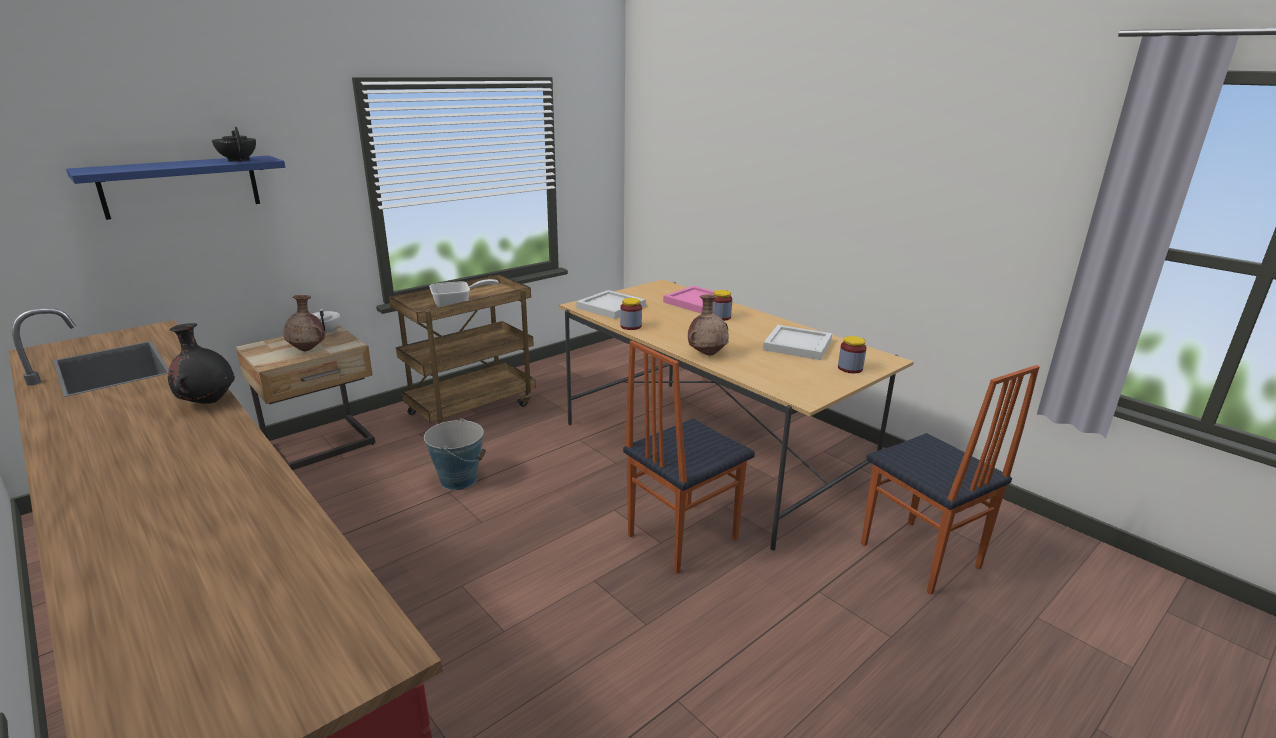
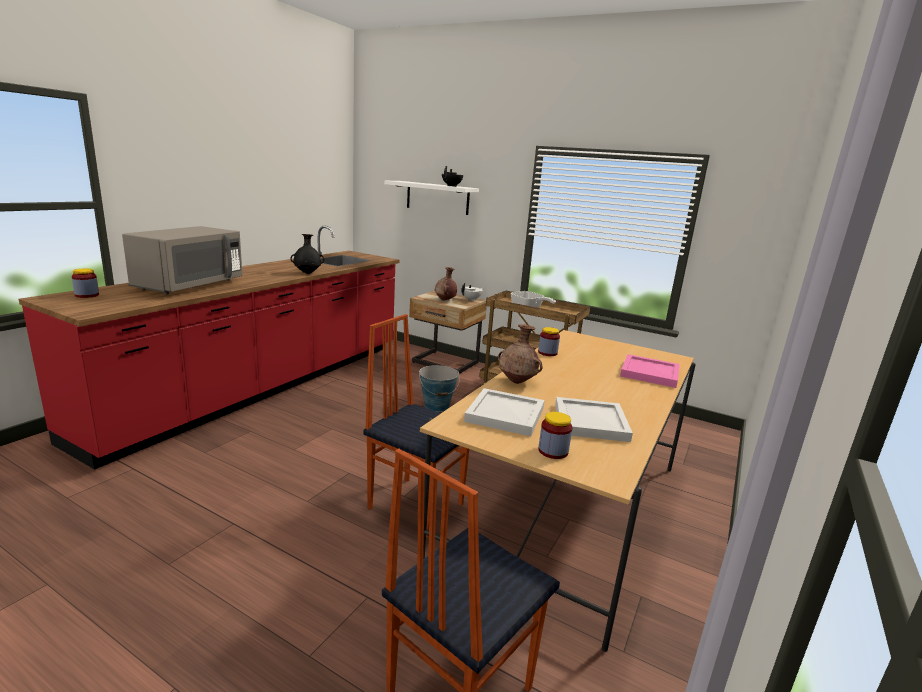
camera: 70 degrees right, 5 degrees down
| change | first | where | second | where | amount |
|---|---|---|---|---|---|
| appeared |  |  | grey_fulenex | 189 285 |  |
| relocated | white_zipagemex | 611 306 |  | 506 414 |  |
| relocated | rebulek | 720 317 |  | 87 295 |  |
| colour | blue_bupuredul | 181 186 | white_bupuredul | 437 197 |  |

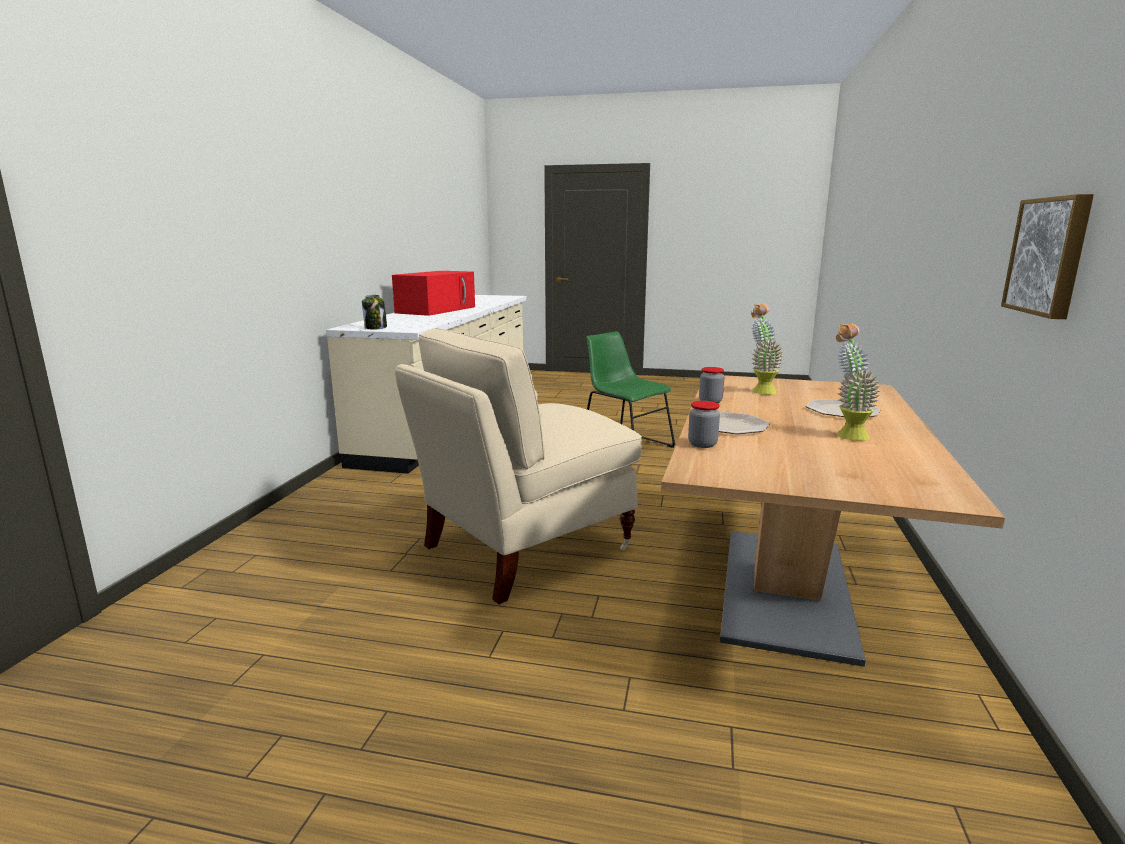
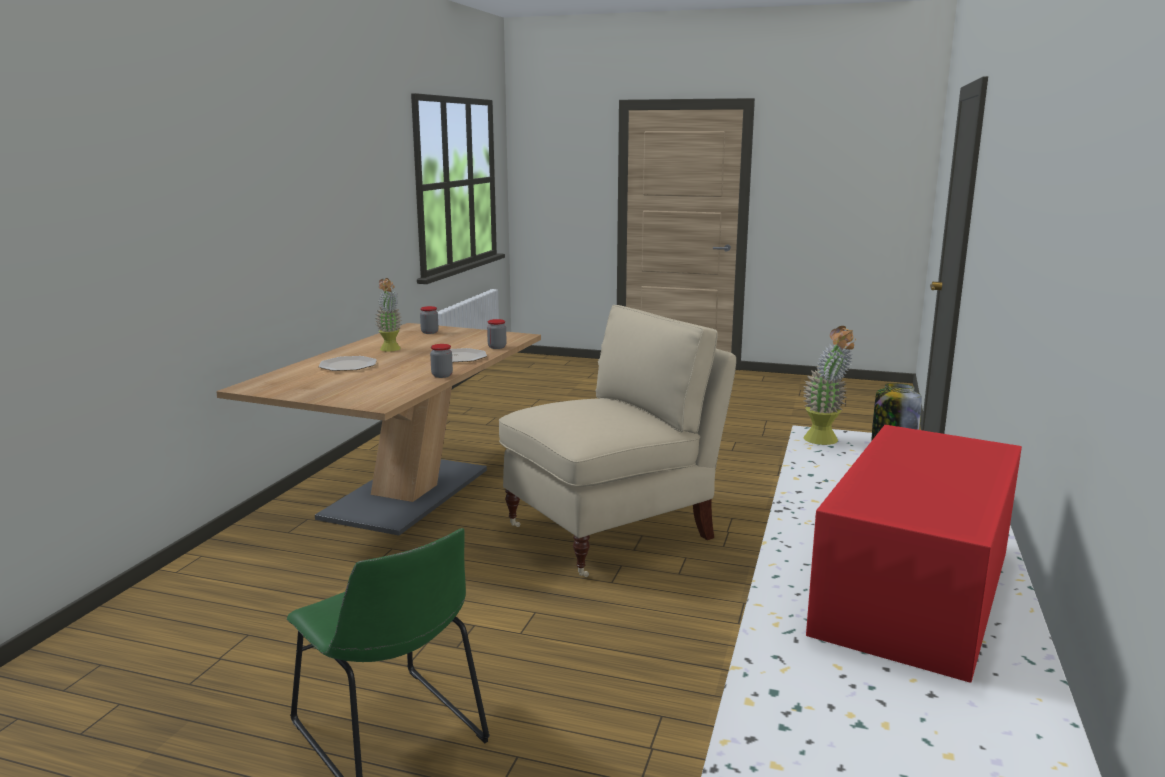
camera: 175 degrees left, 0 degrees up
| change | first | where | second | where | amount |
|---|---|---|---|---|---|
| missing | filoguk | 1050 256 |  |  |  |
| appeared |  |  | rebulek | 429 332 |  |
| relocated | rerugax | 760 390 |  | 825 442 |  |

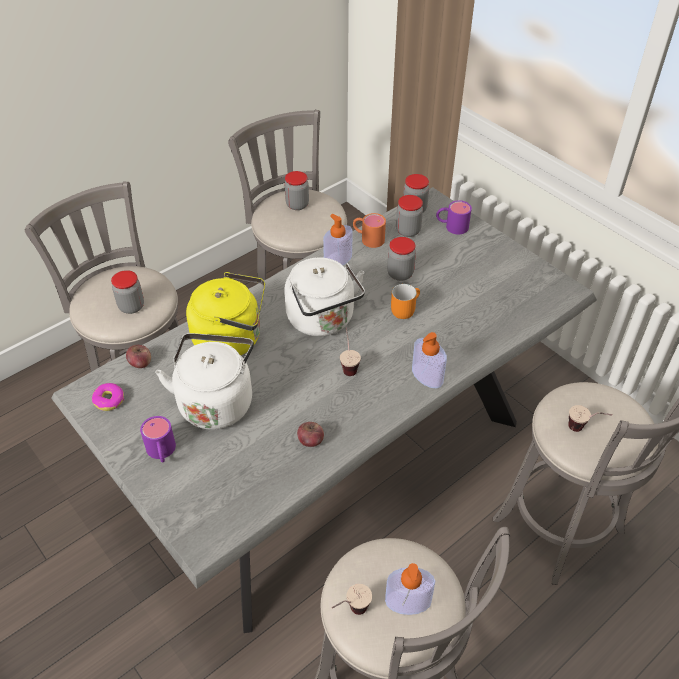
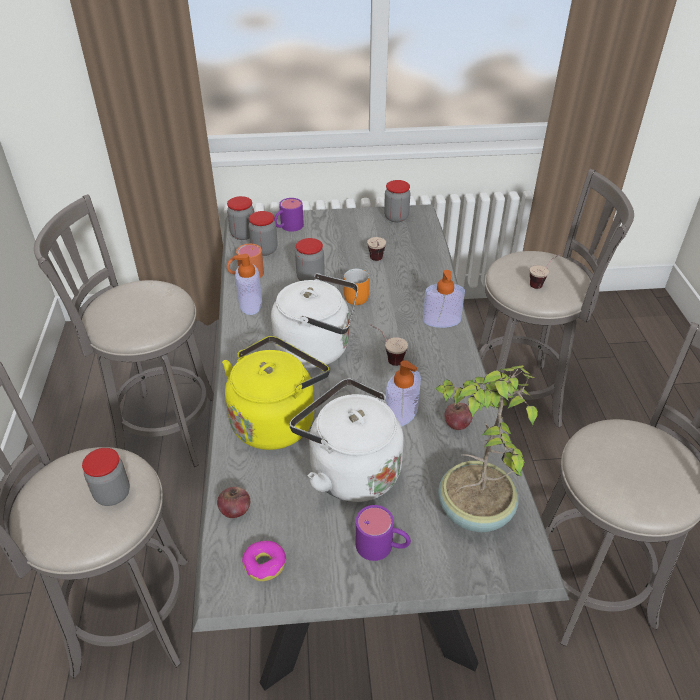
camera: 55 degrees left, 5 degrees down
| change | first | where | second | where | amount |
|---|---|---|---|---|---|
| appeared |  |  | rerugax | 473 511 |  |
| relocated | rebulek | 297 205 |  | 396 217 |  |
| relocated | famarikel | 350 613 |  | 376 262 |  |
| relocated | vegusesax | 408 601 |  | 401 413 |  |

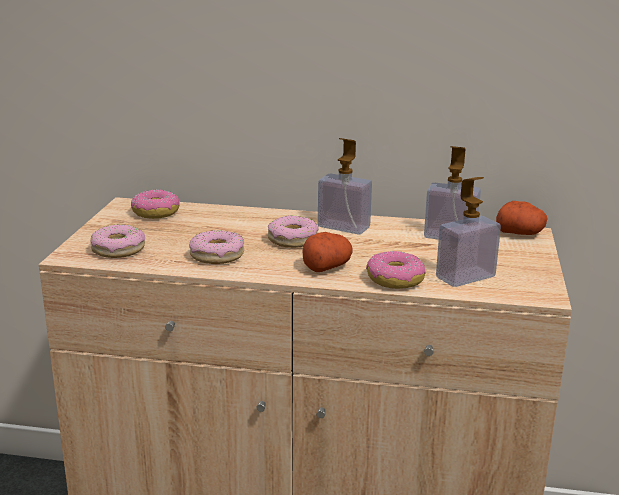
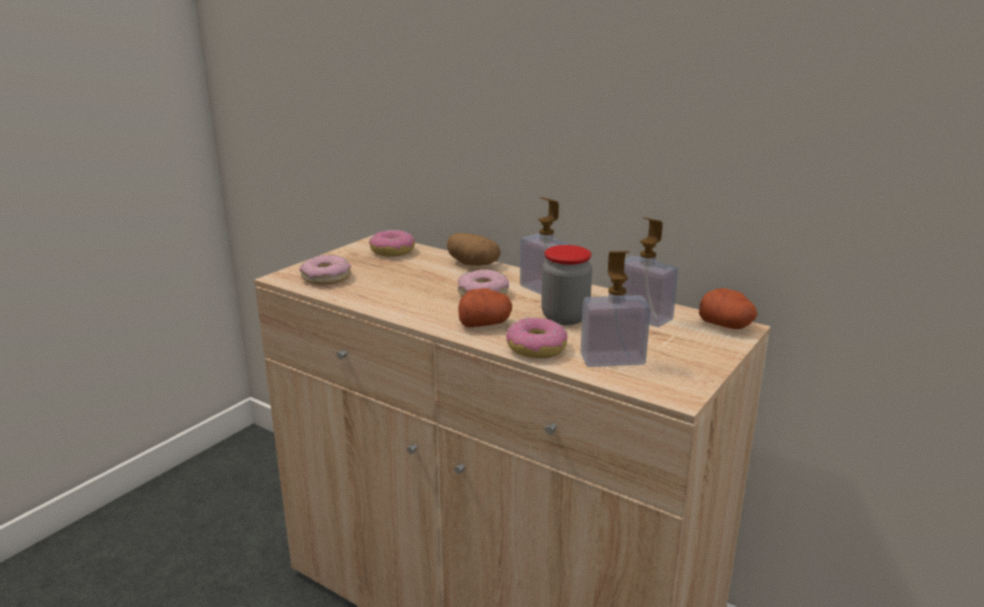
camera: 25 degrees right, 0 degrees up
| change | first | where | second | where | amount |
|---|---|---|---|---|---|
| missing | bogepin | 217 255 |  |  |  |
| appeared |  |  | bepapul | 472 264 |  |
| appeared |  |  | rebulek | 565 317 |  |

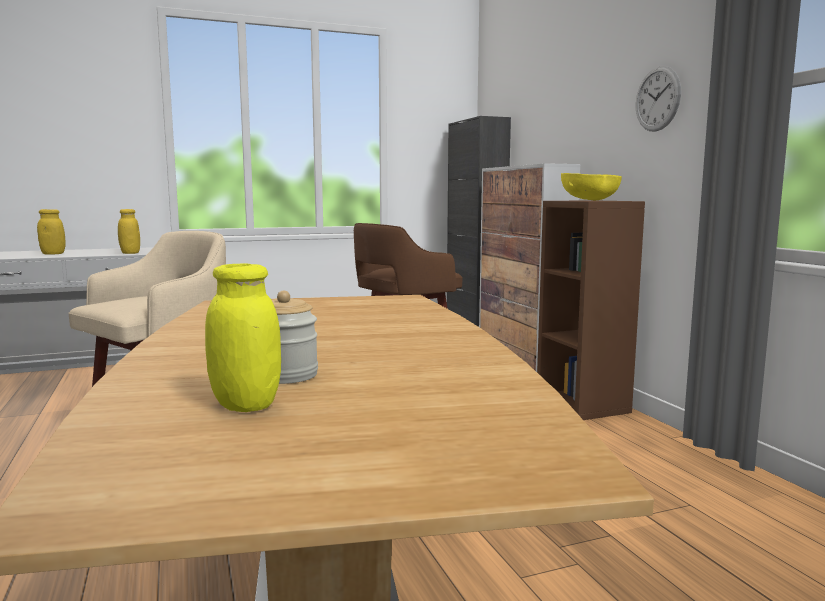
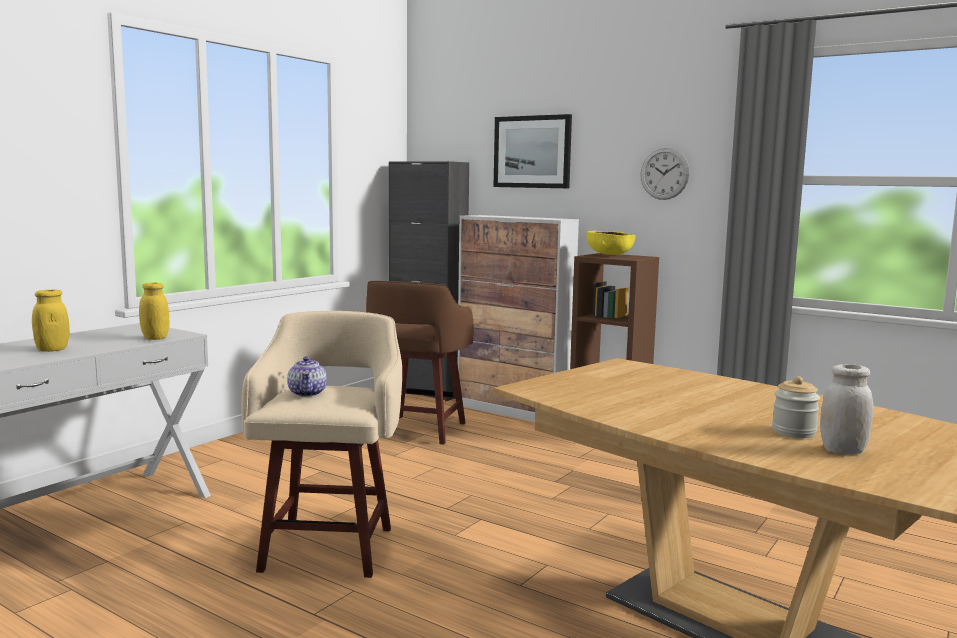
camera: 35 degrees left, 0 degrees up
| change | first | where | second | where | amount |
|---|---|---|---|---|---|
| appeared |  |  | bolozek | 308 393 |  |
| appeared |  |  | filoguk | 532 152 |  |
| colour | yellow_rebulek | 245 405 | white_rebulek | 843 451 |  |

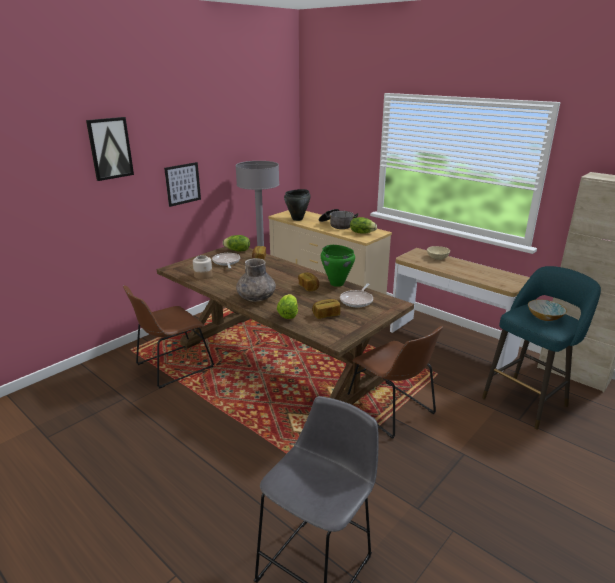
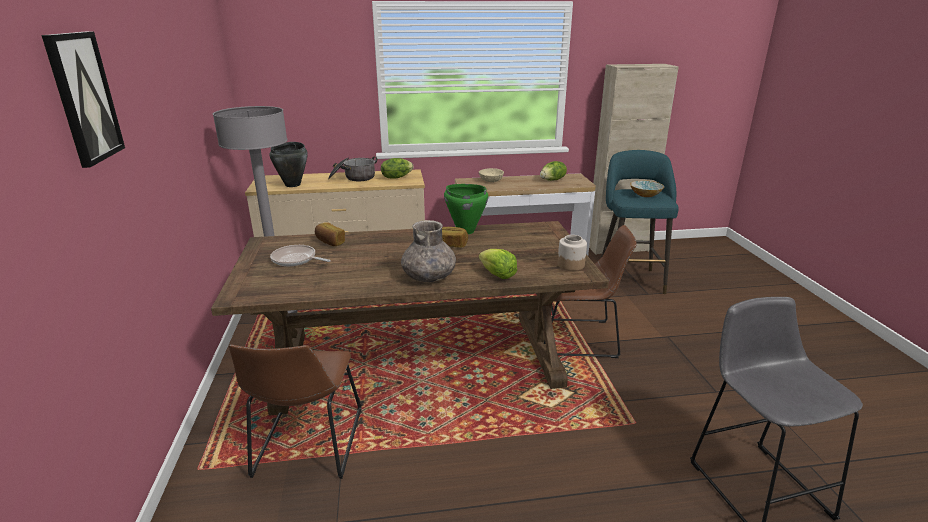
camera: 50 degrees left, 0 degrees up
| change | first | where | second | where | amount |
|---|---|---|---|---|---|
| missing | filoguk | 182 184 |  |  |  |
| missing | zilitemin | 326 315 |  |  |  |
| missing | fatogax | 357 300 |  |  |  |
| relocated | rebulek | 203 275 |  | 571 265 |  |
| relocated | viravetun | 237 250 |  | 553 180 |  |

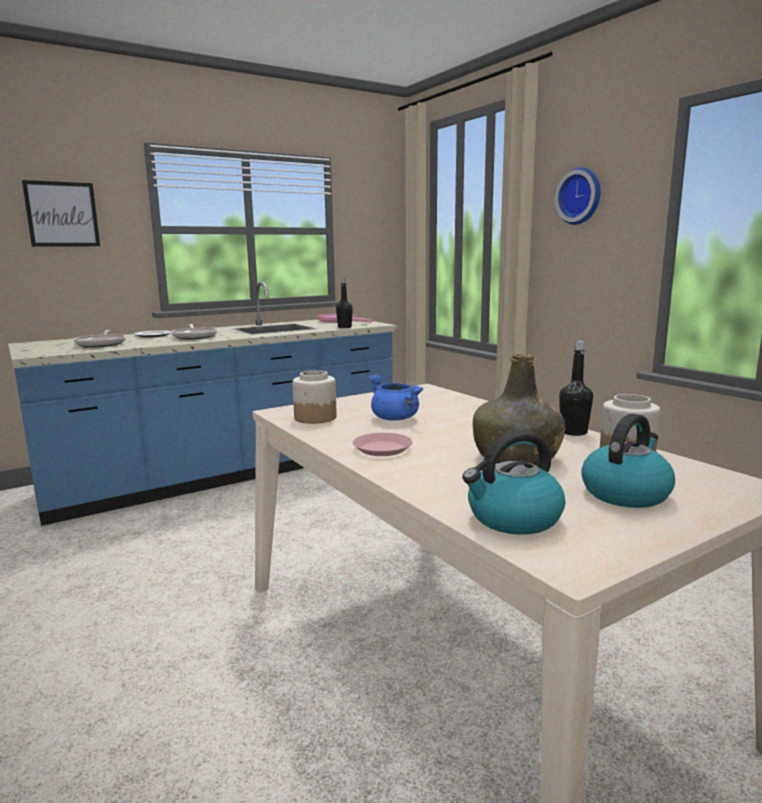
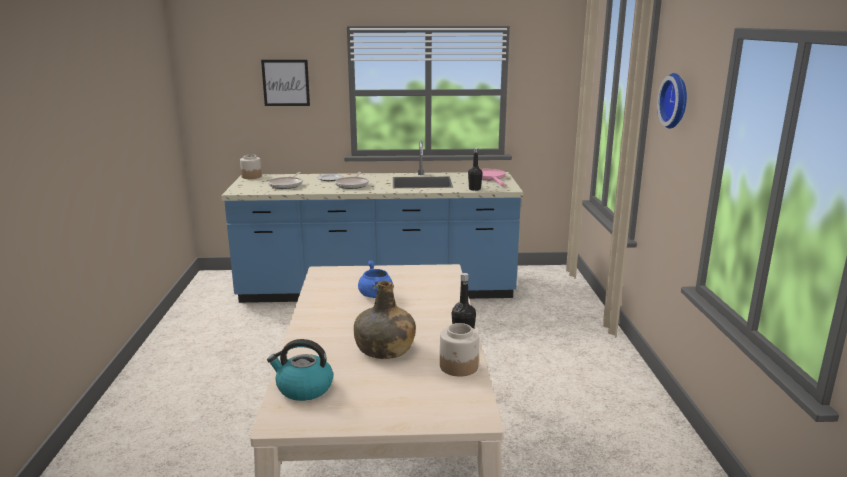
camera: 30 degrees right, 5 degrees up
| change | first | where | second | where | amount |
|---|---|---|---|---|---|
| missing | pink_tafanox | 382 449 |  |  |  |
| missing | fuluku | 625 493 |  |  |  |
| relocated | rebulek | 315 418 |  | 251 176 |  |

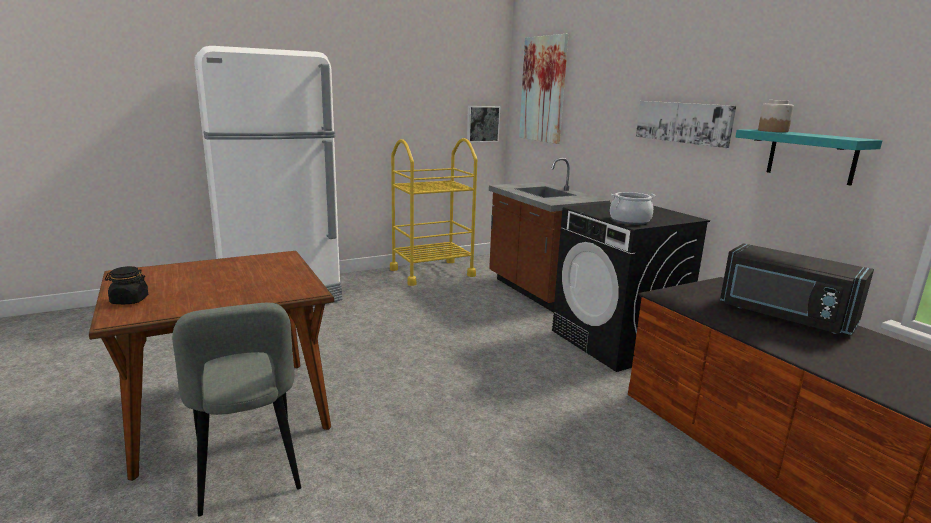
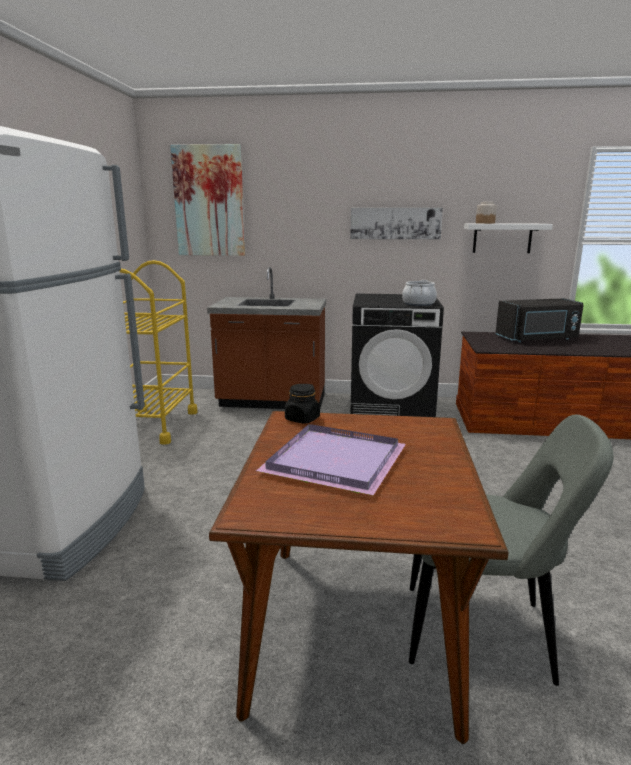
camera: 55 degrees left, 0 degrees up
| change | first | where | second | where | amount |
|---|---|---|---|---|---|
| missing | filoguk | 482 124 |  |  |  |
| appeared |  |  | purple_zipagemex | 333 460 |  |
| relocated | black_rebulek | 129 300 |  | 302 419 |  |
| colour | turquoise_bupuredul | 811 156 | white_bupuredul | 502 238 |  |

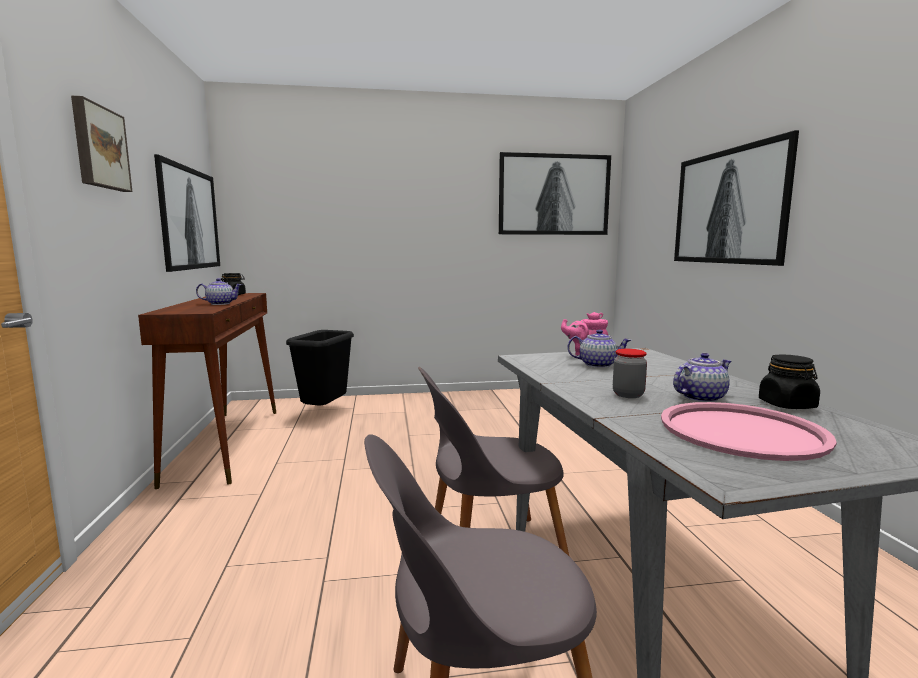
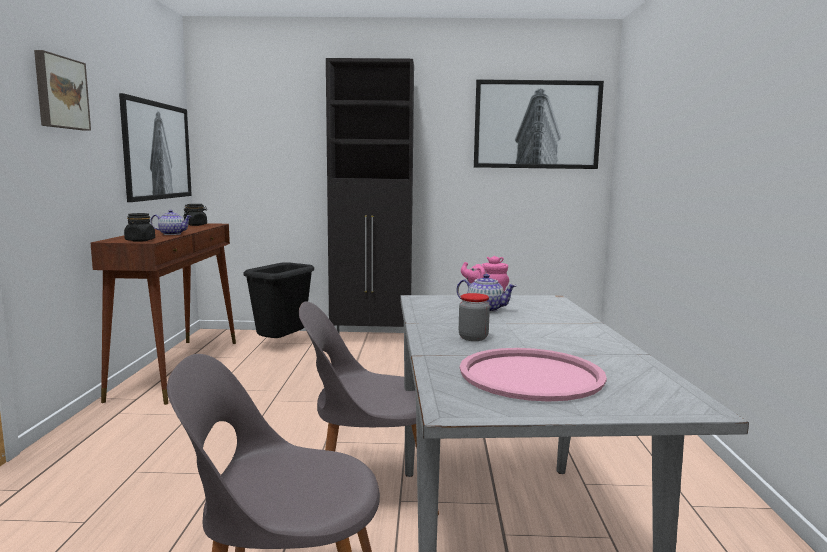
camera: 10 degrees right, 0 degrees up
| change | first | where | second | where | amount |
|---|---|---|---|---|---|
| missing | bolozek | 699 398 |  |  |  |
| missing | filoguk | 727 207 |  |  |  |
| appeared |  |  | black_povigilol | 372 339 |  |
| relocated | black_rebulek | 787 405 |  | 140 240 |  |

